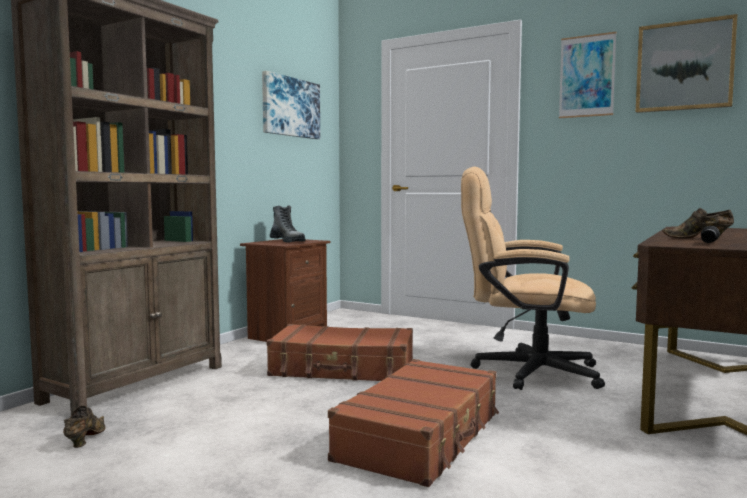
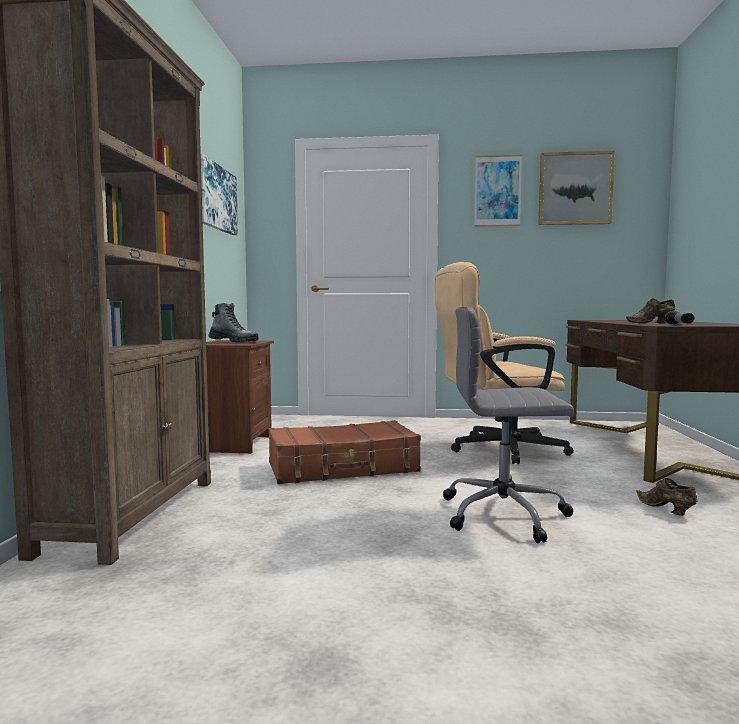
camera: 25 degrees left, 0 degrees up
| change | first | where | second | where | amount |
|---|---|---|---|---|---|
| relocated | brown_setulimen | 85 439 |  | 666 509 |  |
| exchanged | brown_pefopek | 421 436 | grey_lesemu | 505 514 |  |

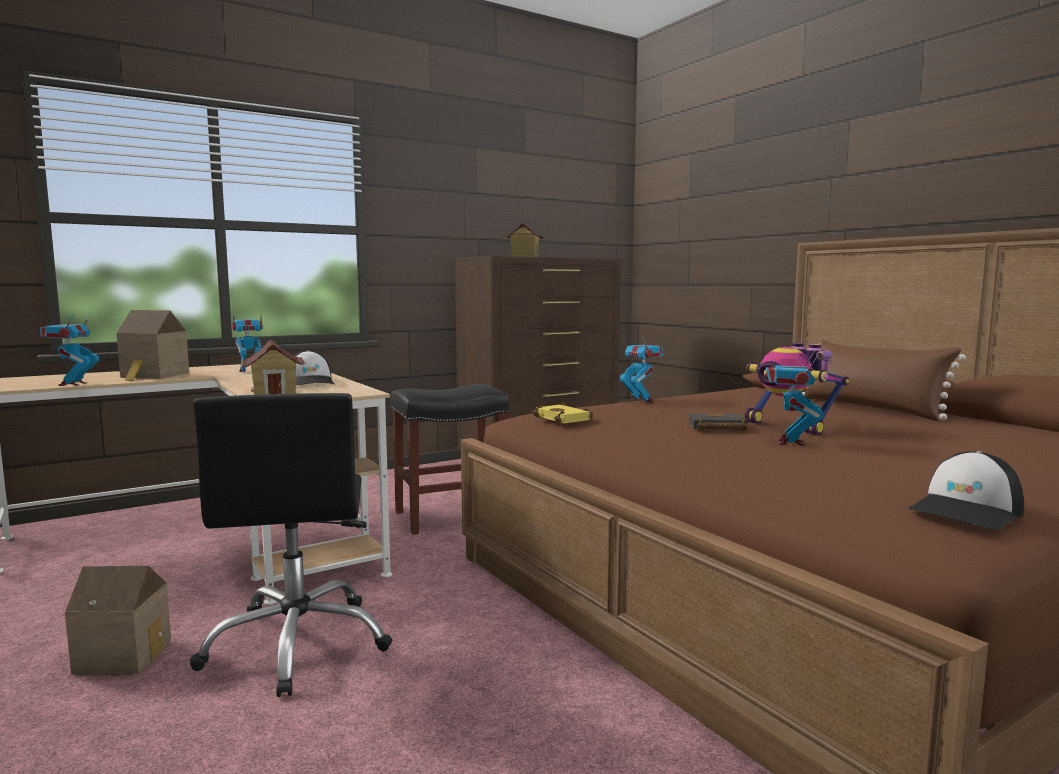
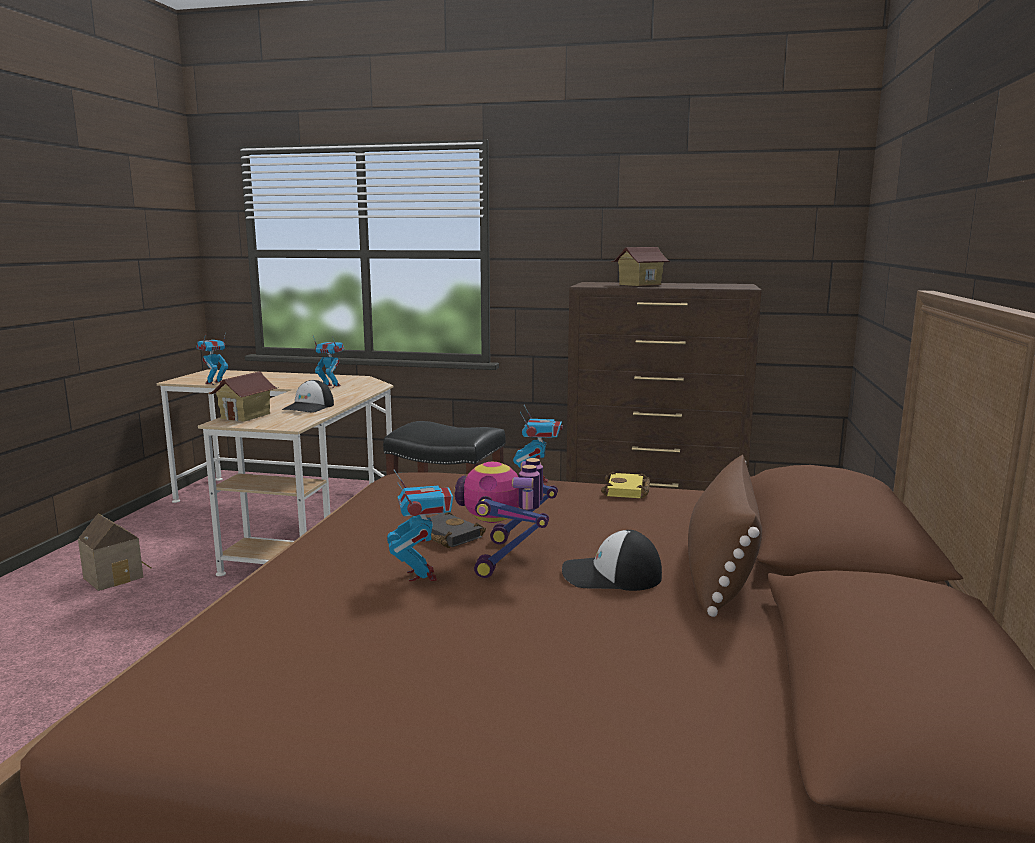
camera: 45 degrees right, 5 degrees up
| change | first | where | second | where | amount |
|---|---|---|---|---|---|
| missing | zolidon | 154 376 |  |  |  |
| missing | black_lesemu | 298 643 |  |  |  |
| relocated | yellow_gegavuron | 565 419 |  | 627 491 |  |
| relocated | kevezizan | 967 511 |  | 610 575 |  |
| spun | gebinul | 790 442 |  | 422 575 | 105 degrees clockwise |

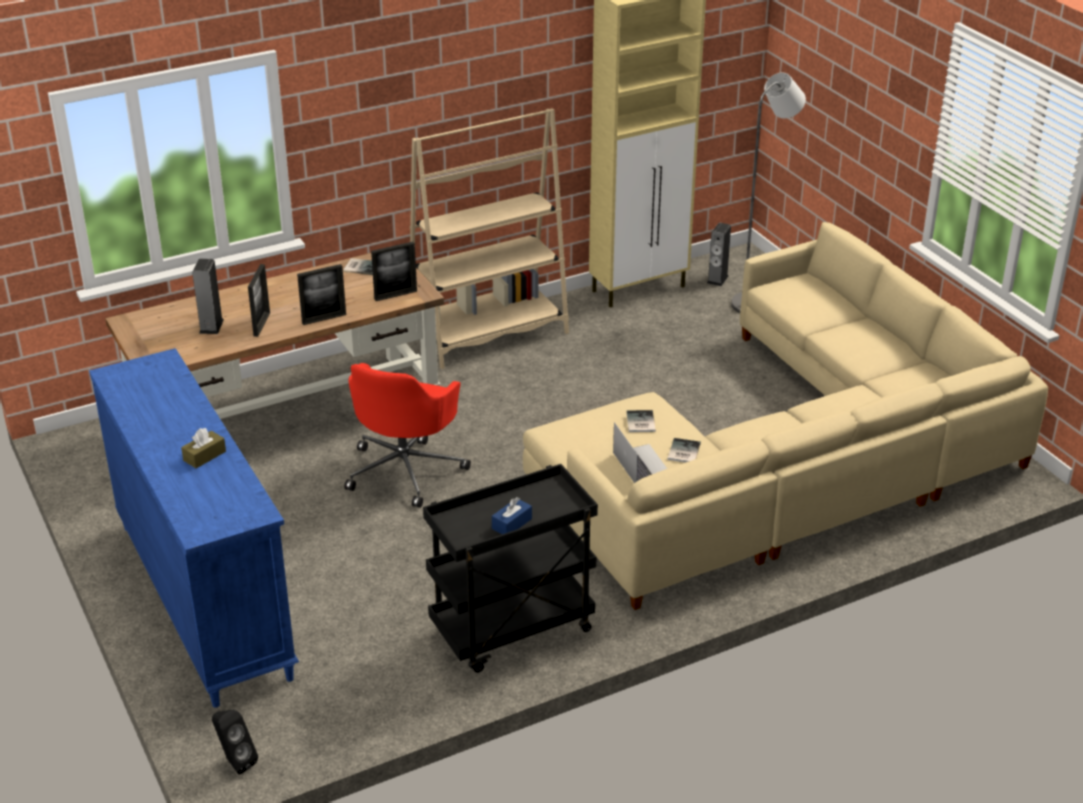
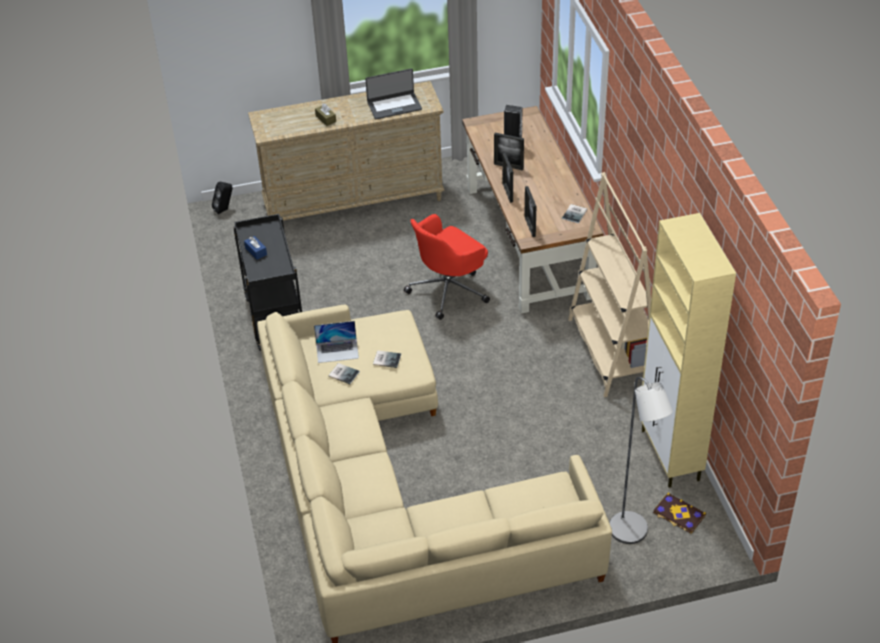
camera: 105 degrees right, 10 degrees up
| change | first | where | second | where | amount |
|---|---|---|---|---|---|
| appeared |  |  | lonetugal | 394 106 |  |
| exchanged | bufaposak | 717 279 | gegavuron | 678 514 |  |
| colour | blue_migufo | 204 598 | beige_migufo | 354 202 |  |
| spun | red_lesemu | 405 469 |  | 449 290 | 75 degrees counterclockwise |

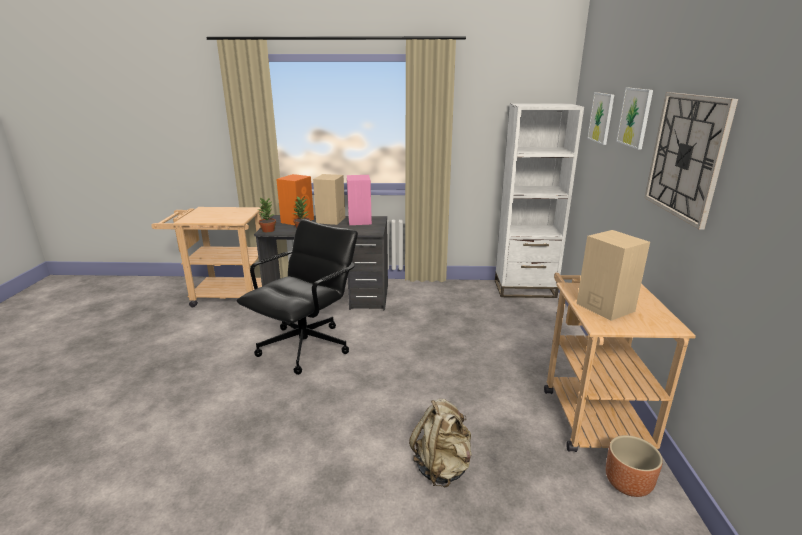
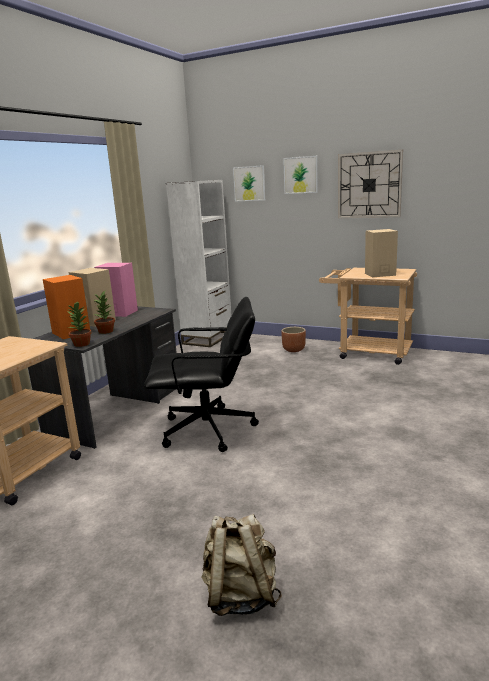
camera: 65 degrees left, 5 degrees down
| change | first | where | second | where | amount |
|---|---|---|---|---|---|
| relocated | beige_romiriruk | 442 467 |  | 240 595 |  |
| relocated | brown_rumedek | 628 484 |  | 294 350 |  |
| spun | black_lesemu | 306 347 |  | 209 430 | 120 degrees clockwise |

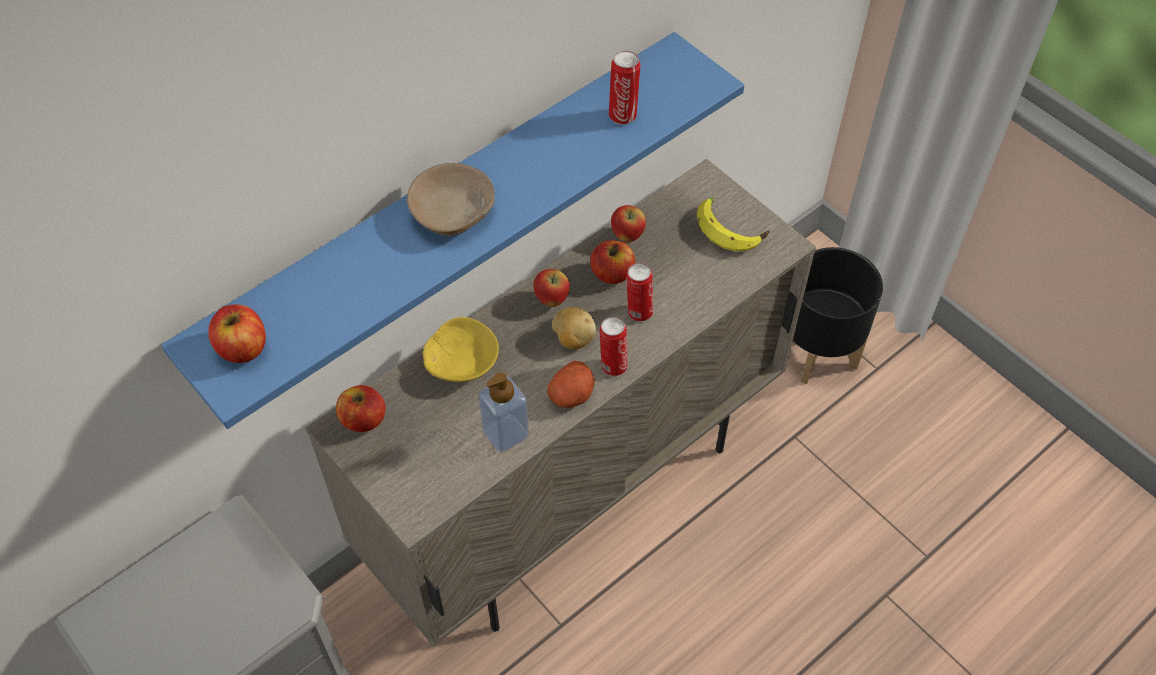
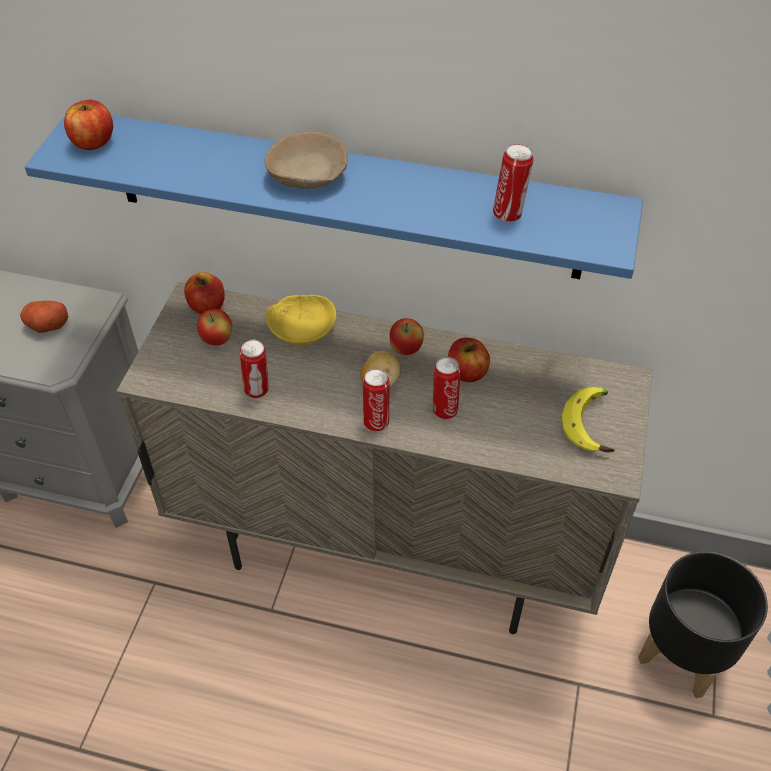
camera: 55 degrees right, 5 degrees down
| change | first | where | second | where | amount |
|---|---|---|---|---|---|
| relocated | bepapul | 571 395 |  | 47 325 |  |
| relocated | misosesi | 627 235 |  | 217 340 |  |
| exchanged | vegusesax | 505 433 | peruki | 257 390 |  |

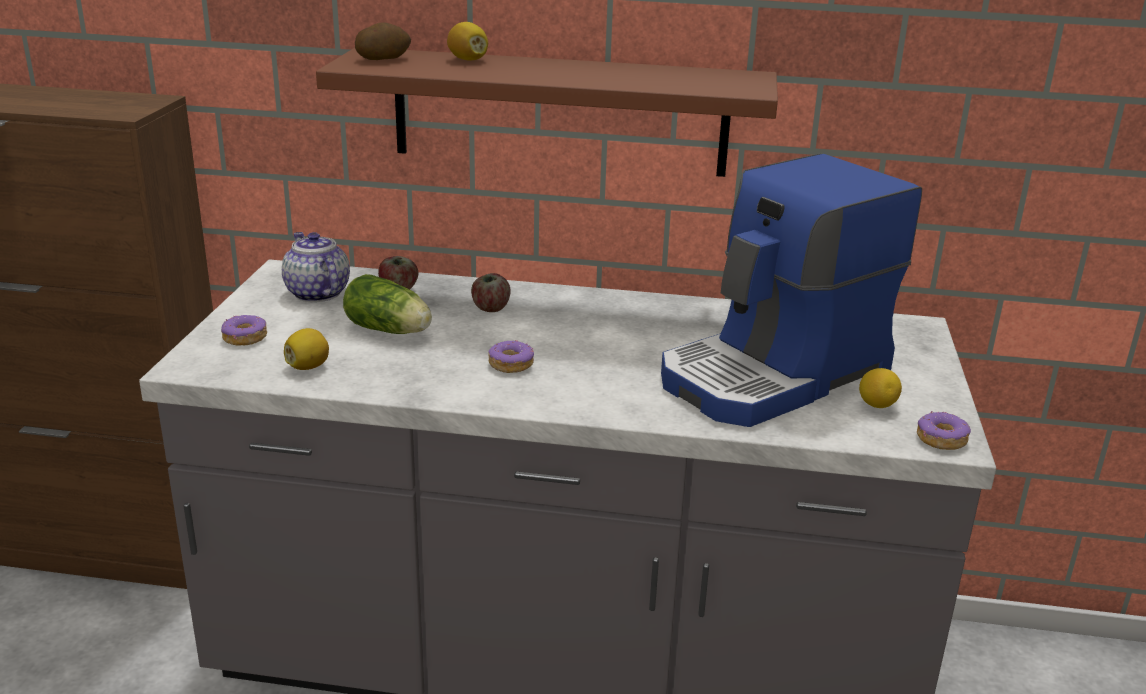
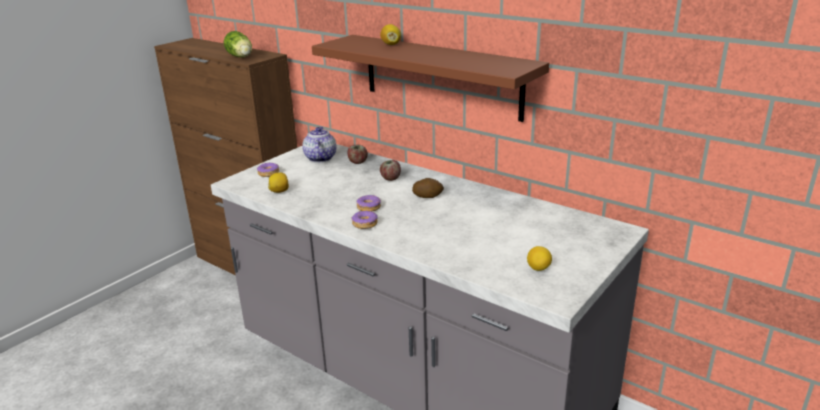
camera: 30 degrees right, 0 degrees up
| change | first | where | second | where | amount |
|---|---|---|---|---|---|
| missing | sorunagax | 775 375 |  |  |  |
| relocated | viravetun | 390 331 |  | 241 57 |  |
| relocated | bepapul | 383 59 |  | 428 196 |  |
| relocated | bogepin | 941 439 |  | 364 224 |  |

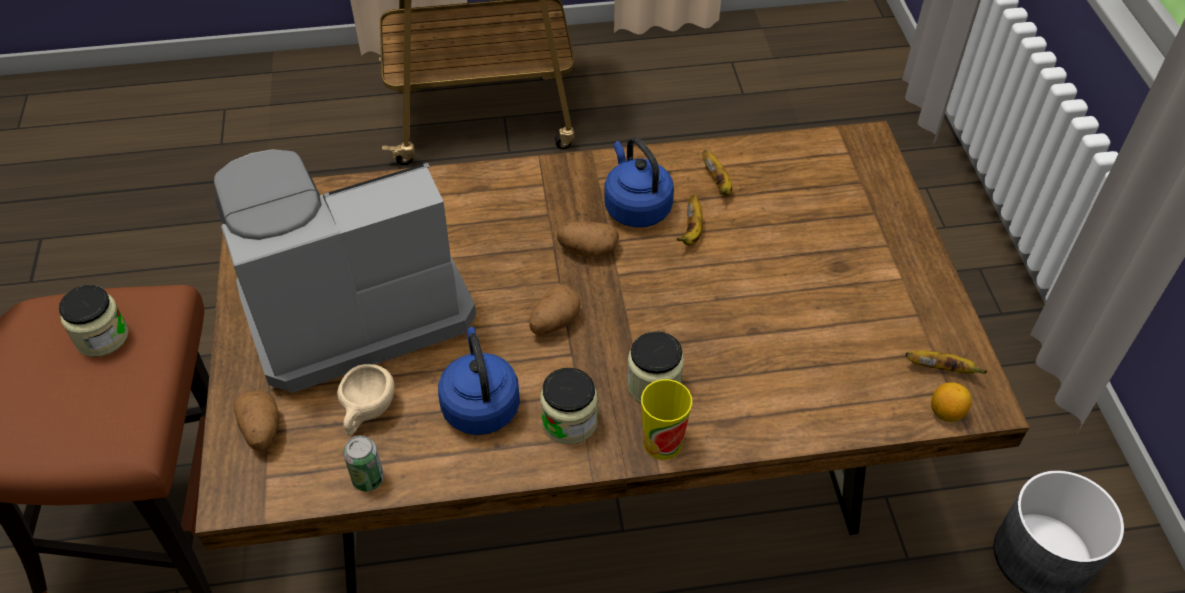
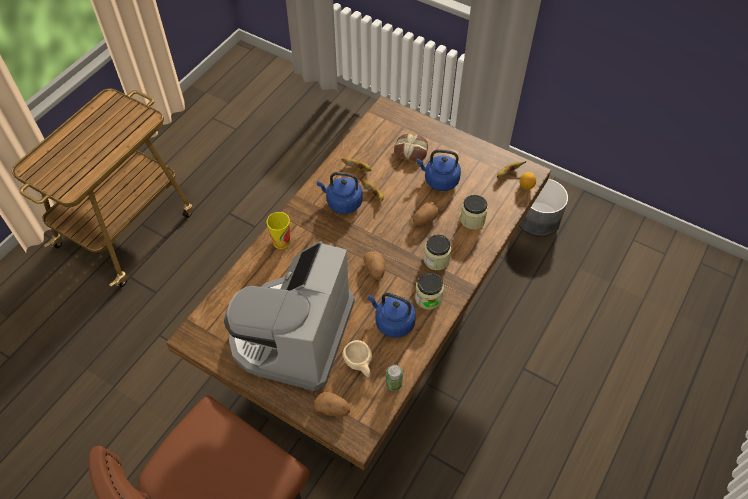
camera: 50 degrees left, 5 degrees up
| change | first | where | second | where | amount |
|---|---|---|---|---|---|
| appeared |  |  | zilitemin | 411 150 |  |
| appeared |  |  | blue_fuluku | 439 180 |  |
| relocated | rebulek | 102 337 |  | 472 220 |  |
| relocated | bepapul | 587 250 |  | 425 219 |  |
| relocated | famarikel | 662 443 |  | 281 241 |  |

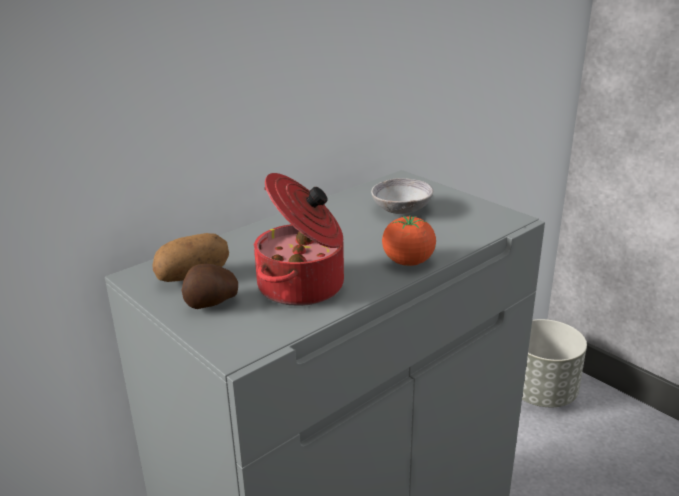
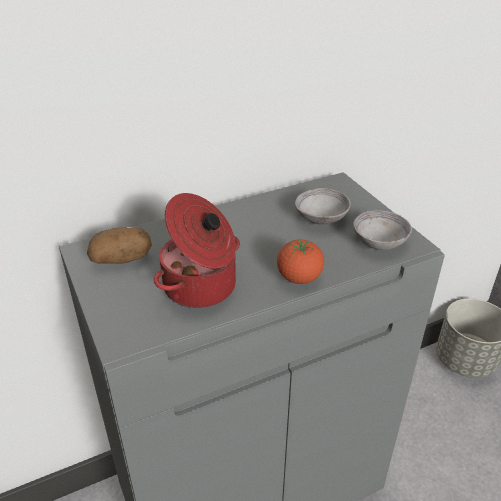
camera: 15 degrees right, 10 degrees up
| change | first | where | second | where | amount |
|---|---|---|---|---|---|
| missing | bepapul | 211 303 |  |  |  |
| appeared |  |  | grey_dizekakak | 379 242 |  |

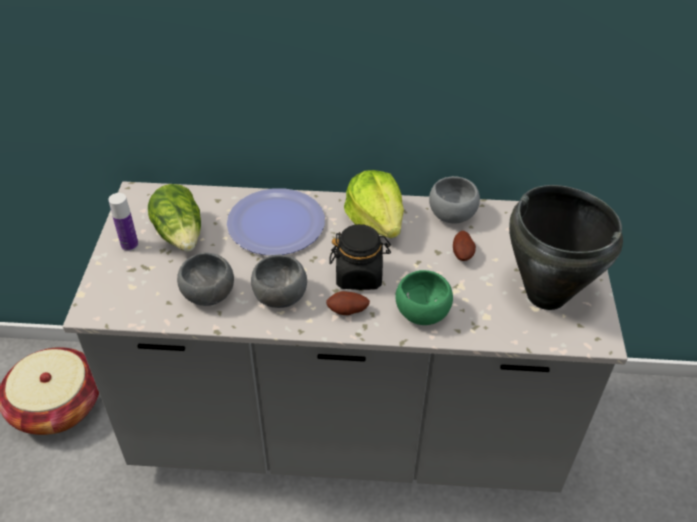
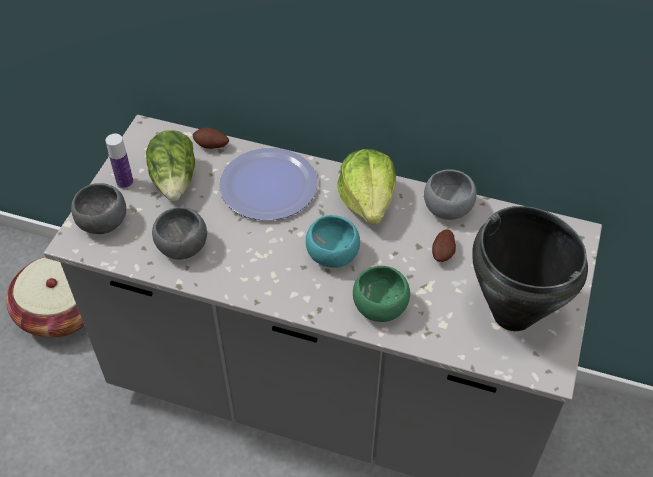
camera: 15 degrees right, 5 degrees up
| change | first | where | second | where | amount |
|---|---|---|---|---|---|
| relocated | grey_dizekakak | 278 295 |  | 102 221 |  |
| relocated | bepapul | 347 312 |  | 211 146 |  |
| exchanged | black_rebulek | 359 275 | turquoise_dizekakak | 331 256 |  |

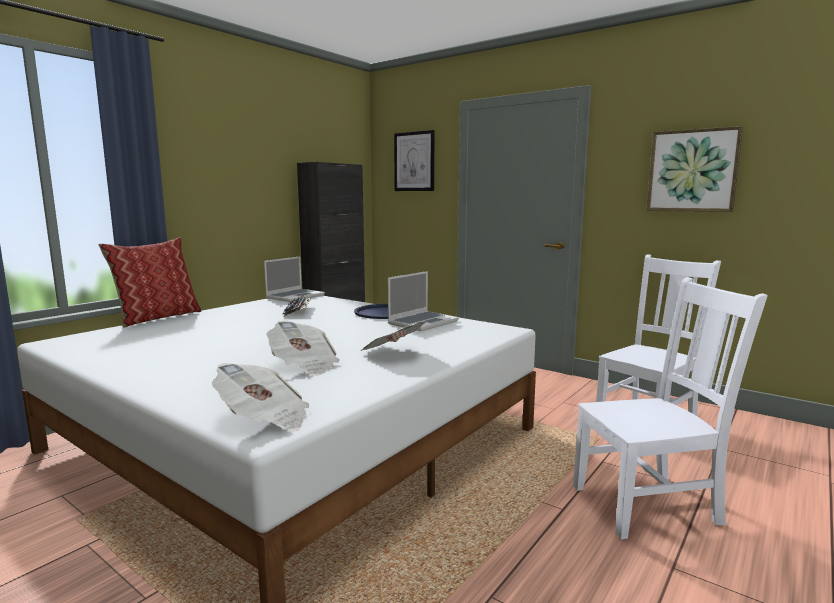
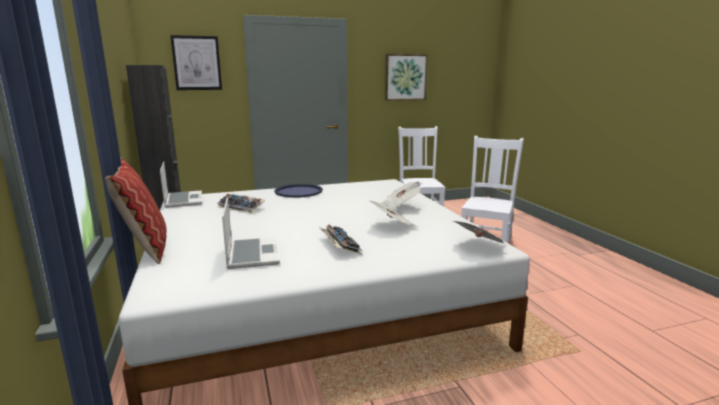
camera: 55 degrees left, 5 degrees up
| change | first | where | second | where | amount |
|---|---|---|---|---|---|
| appeared |  |  | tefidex | 339 245 |  |
| relocated | lonetugal | 423 322 |  | 252 254 |  |

